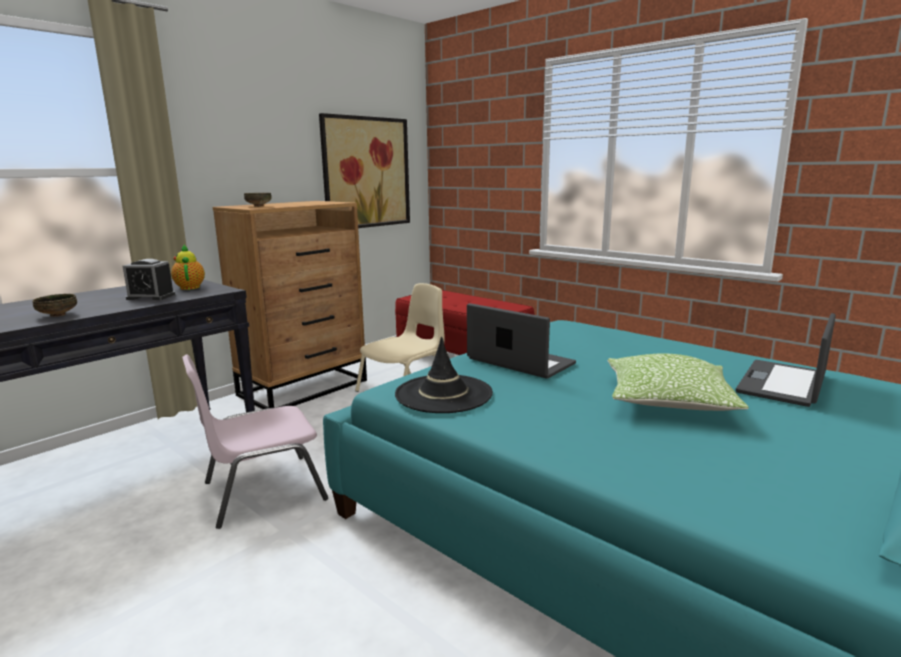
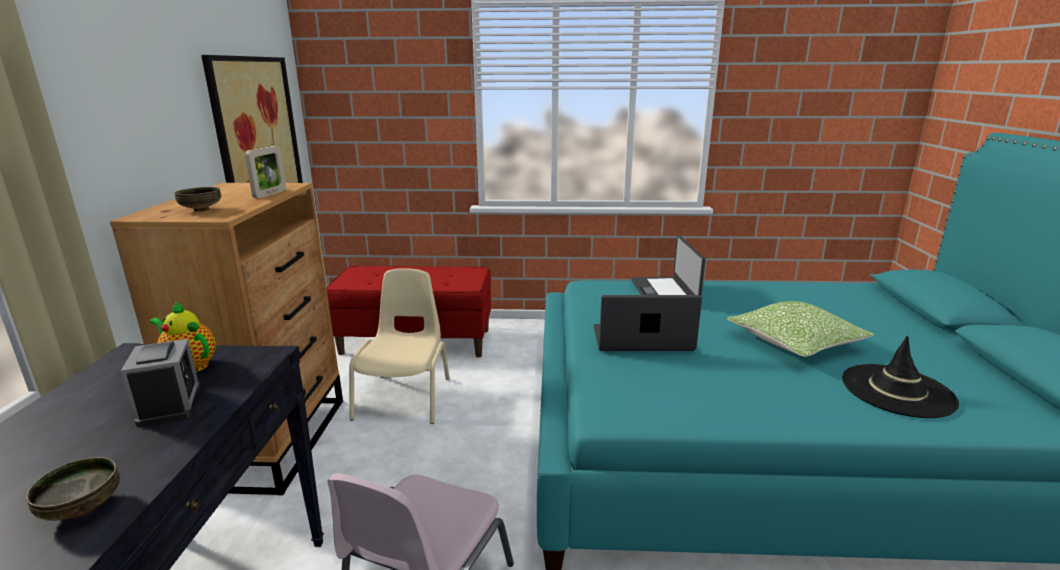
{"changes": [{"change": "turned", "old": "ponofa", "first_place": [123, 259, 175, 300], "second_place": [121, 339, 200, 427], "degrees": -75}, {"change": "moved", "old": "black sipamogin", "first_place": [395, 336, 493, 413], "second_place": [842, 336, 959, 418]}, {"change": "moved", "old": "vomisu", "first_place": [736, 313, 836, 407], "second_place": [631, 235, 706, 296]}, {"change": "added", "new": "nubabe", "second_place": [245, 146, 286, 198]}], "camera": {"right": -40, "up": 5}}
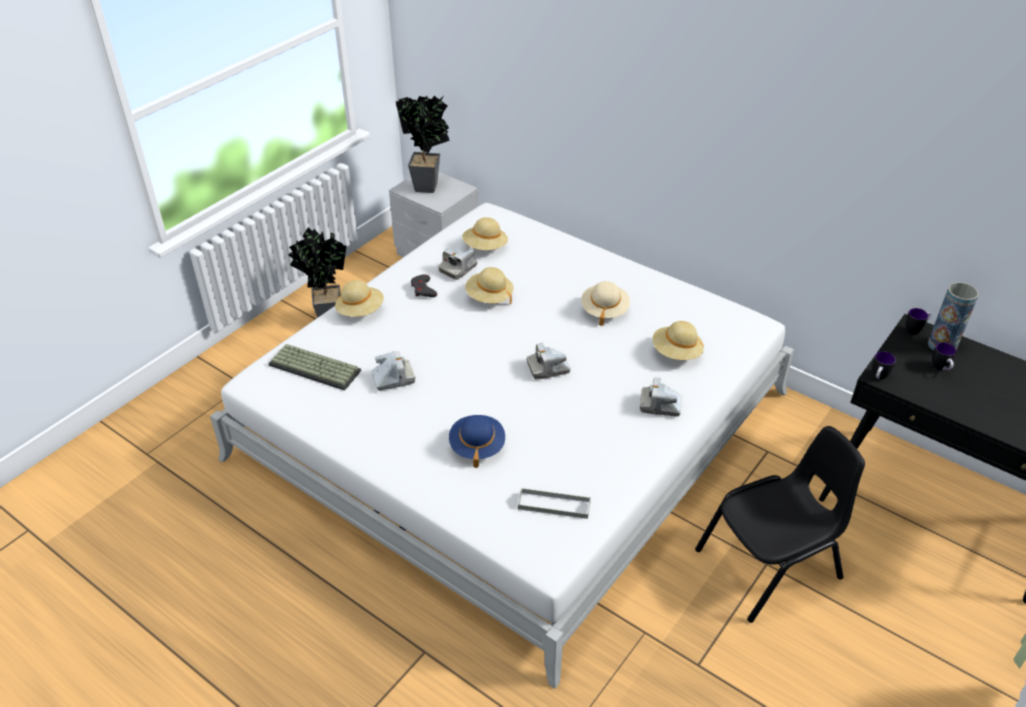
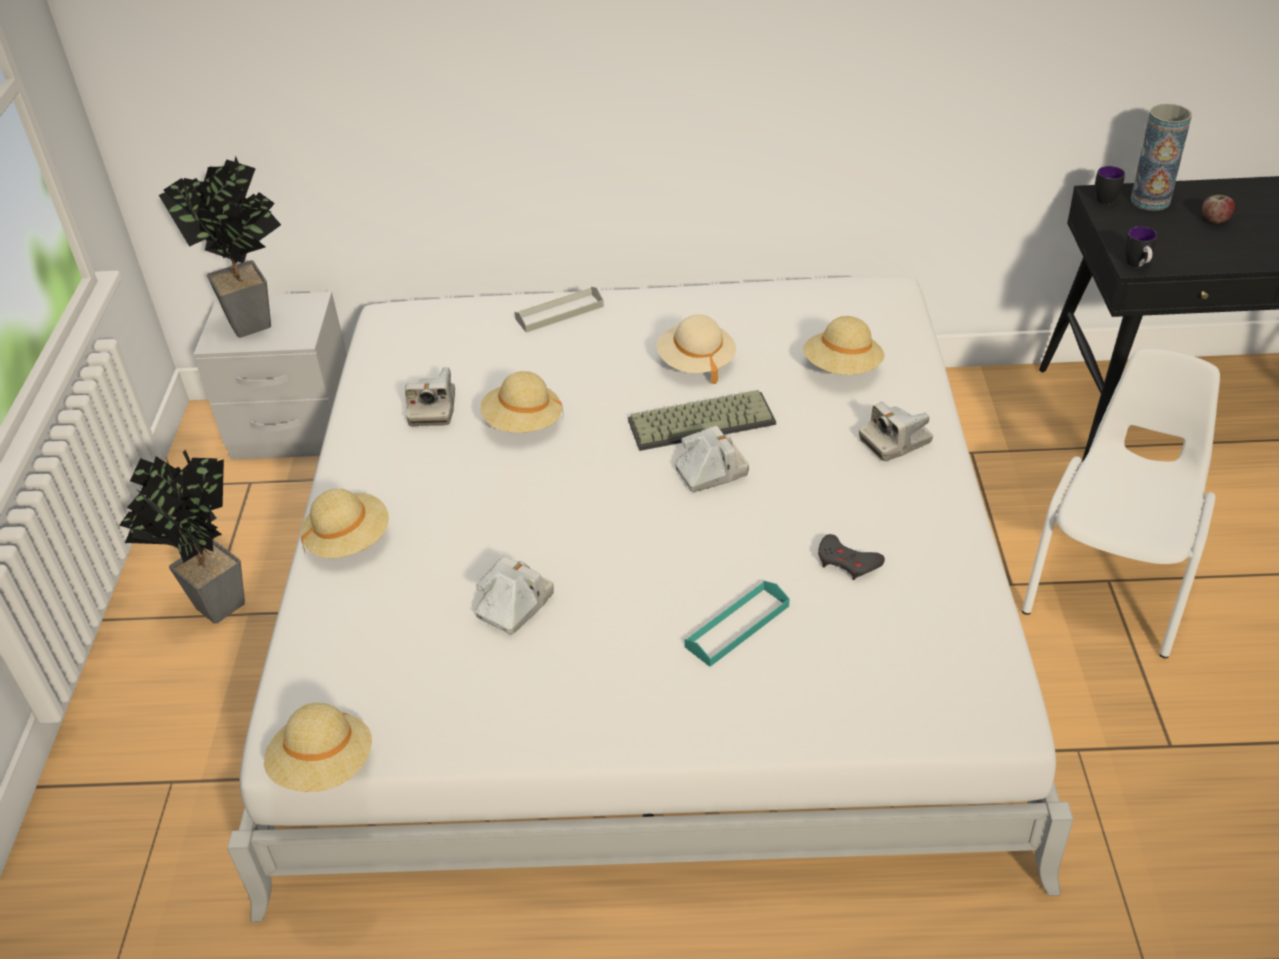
{"changes": [{"change": "moved", "old": "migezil", "first_place": [268, 344, 361, 390], "second_place": [628, 390, 776, 451]}, {"change": "moved", "old": "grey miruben", "first_place": [411, 274, 437, 297], "second_place": [818, 534, 885, 580]}, {"change": "replaced", "old": "blue sipamogin", "new": "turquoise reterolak", "first_place": [449, 415, 505, 468], "second_place": [685, 581, 789, 667]}, {"change": "moved", "old": "beige sipamogin", "first_place": [462, 217, 508, 250], "second_place": [264, 703, 372, 792]}, {"change": "moved", "old": "grey reterolak", "first_place": [518, 488, 591, 519], "second_place": [515, 287, 604, 333]}, {"change": "turned", "old": "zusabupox", "first_place": [527, 343, 571, 379], "second_place": [675, 426, 749, 492], "degrees": -150}, {"change": "recoloured", "old": "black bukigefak", "new": "white bukigefak", "first_place": [695, 426, 865, 623], "second_place": [1022, 348, 1220, 658]}, {"change": "removed", "old": "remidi", "first_place": [932, 343, 956, 371]}, {"change": "added", "new": "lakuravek", "second_place": [1202, 195, 1235, 224]}], "camera": {"right": -35, "up": 0}}
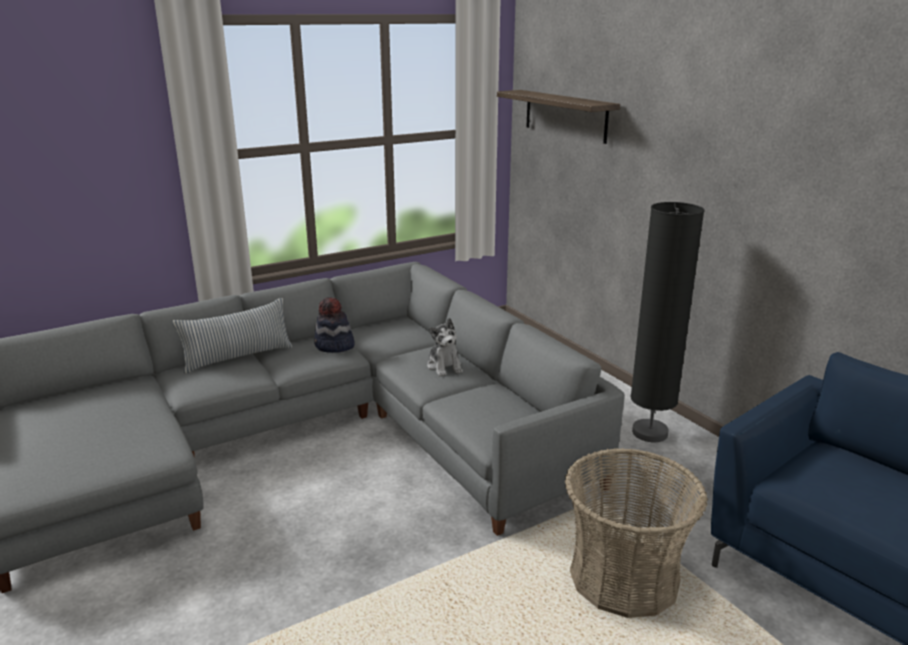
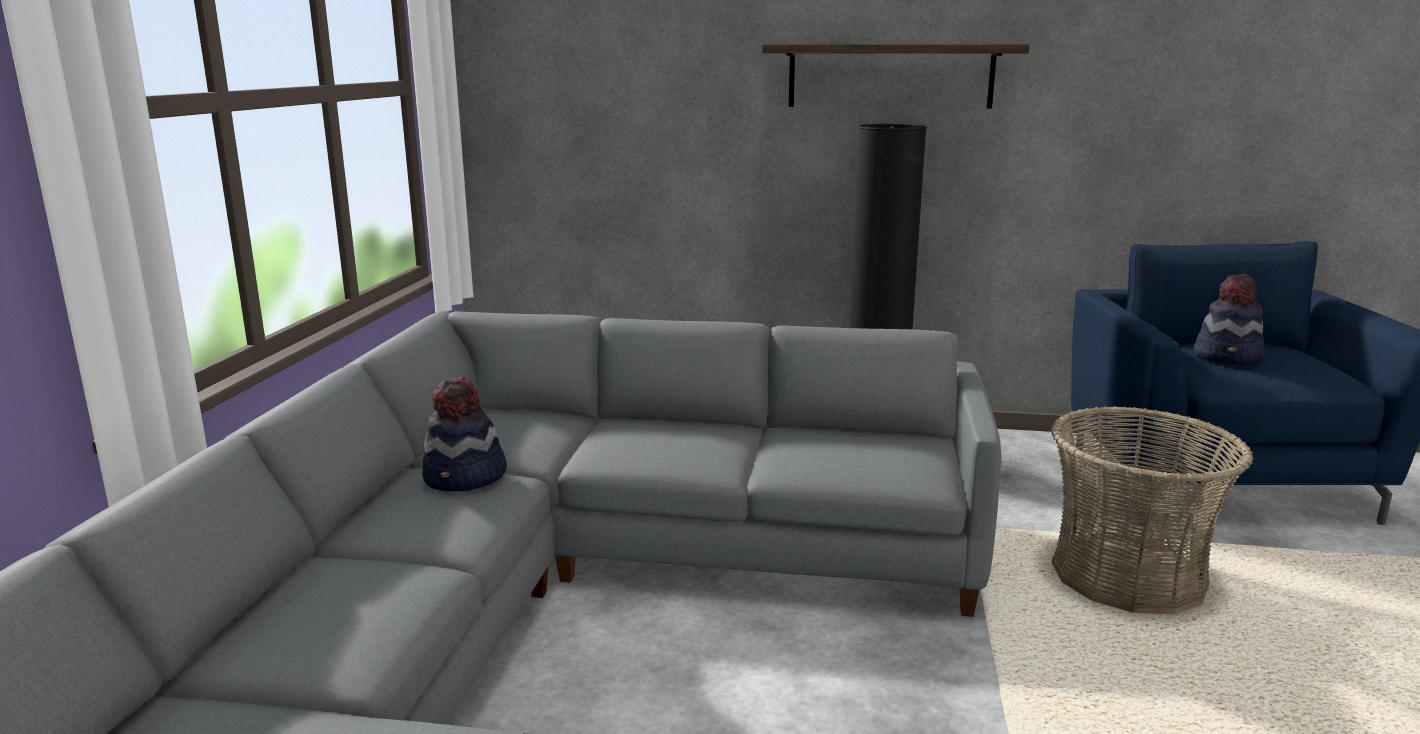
{"changes": [{"change": "removed", "old": "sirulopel", "first_place": [172, 298, 292, 374]}, {"change": "removed", "old": "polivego", "first_place": [427, 318, 463, 376]}, {"change": "moved", "old": "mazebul", "first_place": [497, 90, 620, 144], "second_place": [762, 44, 1030, 109]}, {"change": "added", "new": "sipamogin", "second_place": [1194, 274, 1265, 364]}], "camera": {"right": -50, "up": -5}}
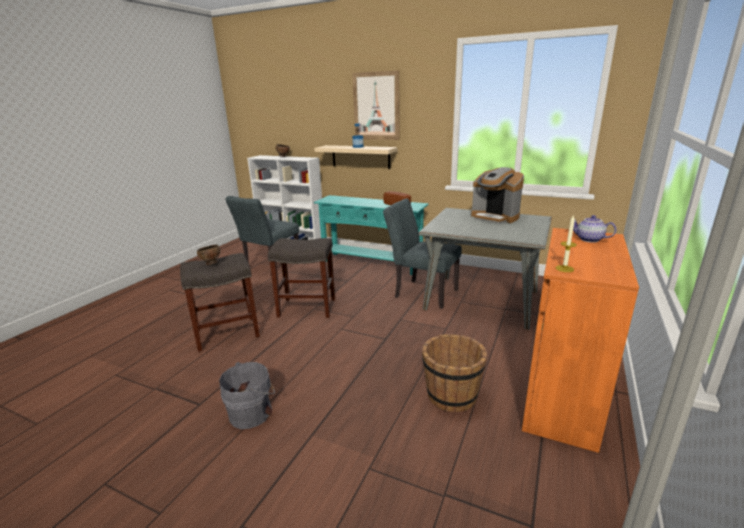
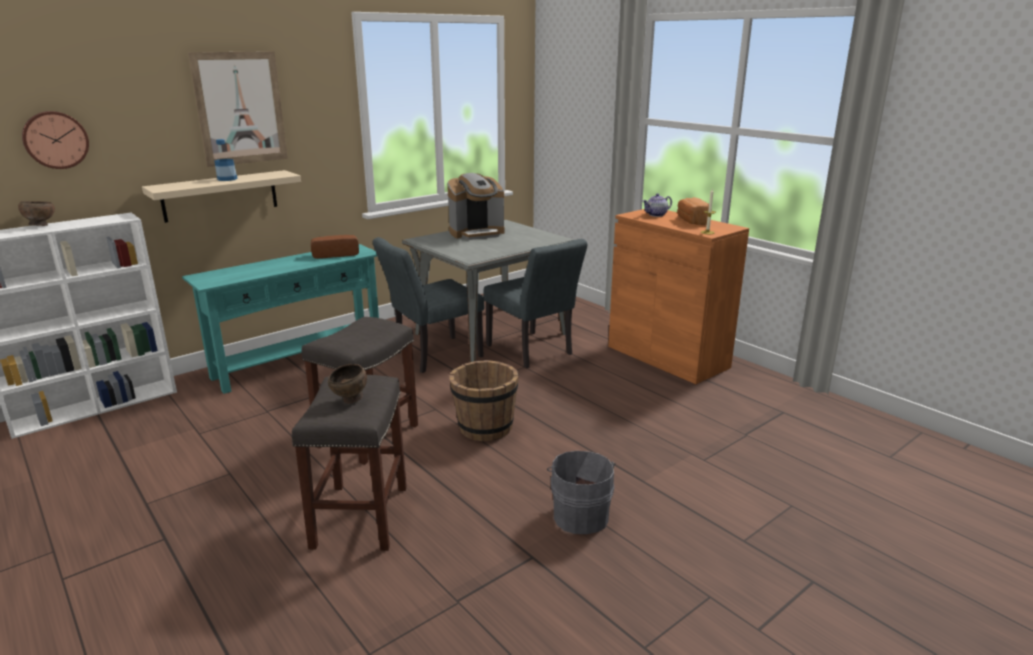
{"changes": [{"change": "moved", "old": "grey bukigefak", "first_place": [226, 196, 299, 276], "second_place": [484, 239, 587, 368]}, {"change": "moved", "old": "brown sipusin", "first_place": [422, 334, 487, 412], "second_place": [449, 360, 519, 441]}, {"change": "added", "new": "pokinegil", "second_place": [22, 111, 89, 169]}, {"change": "added", "new": "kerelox", "second_place": [677, 197, 709, 225]}], "camera": {"right": -65, "up": 0}}
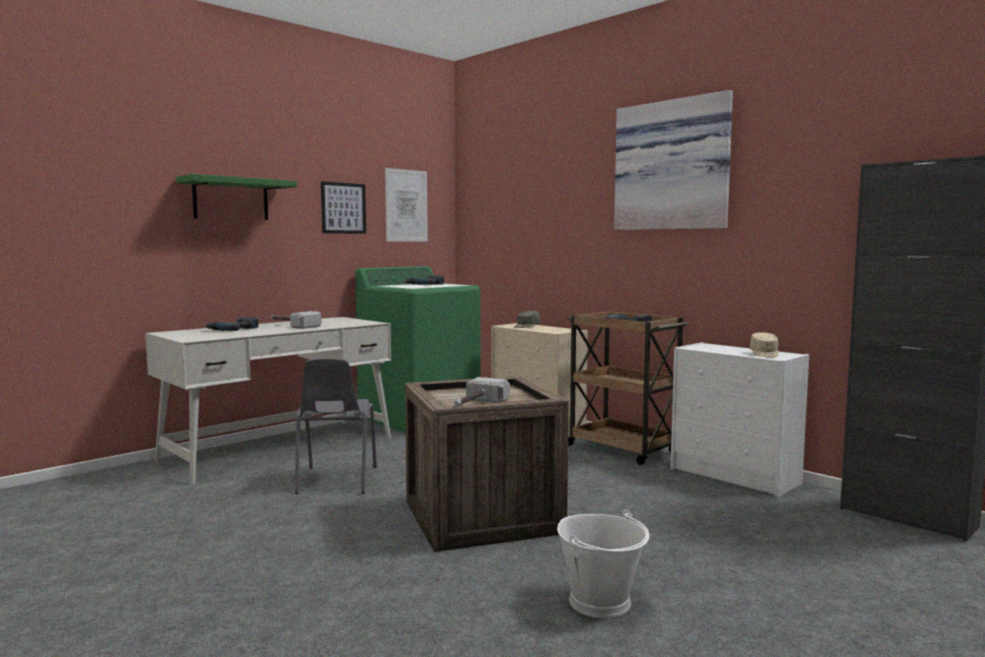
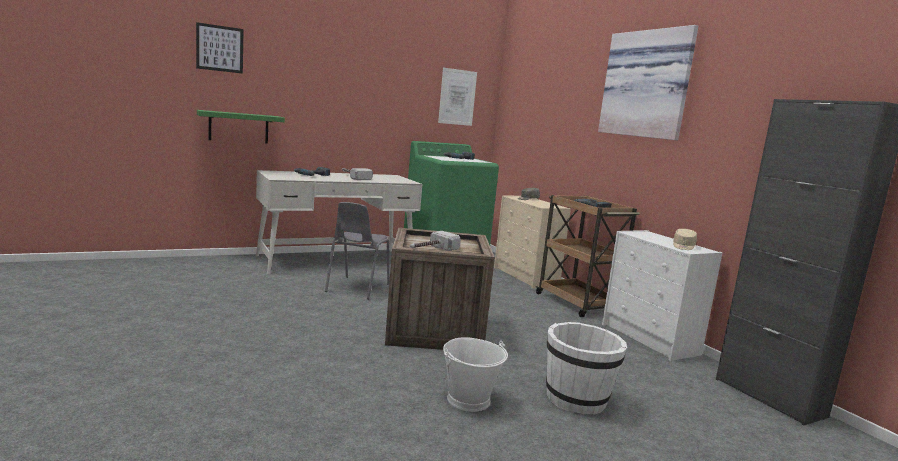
{"changes": [{"change": "moved", "old": "green mazebul", "first_place": [176, 174, 297, 220], "second_place": [197, 110, 285, 144]}, {"change": "moved", "old": "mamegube", "first_place": [321, 181, 366, 234], "second_place": [196, 22, 244, 74]}, {"change": "added", "new": "white sipusin", "second_place": [546, 322, 627, 415]}], "camera": {"right": 15, "up": 5}}
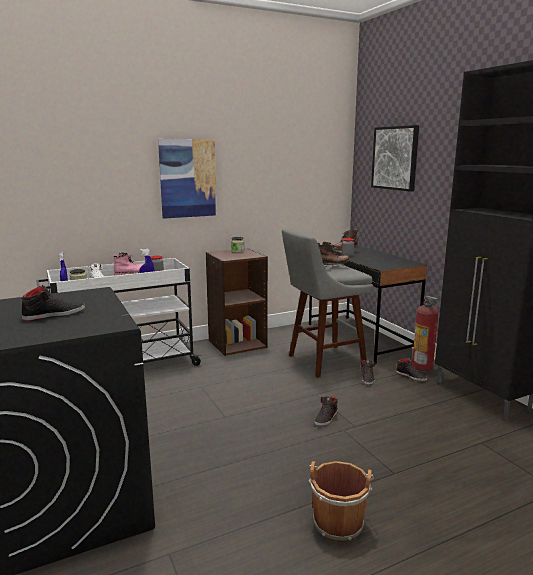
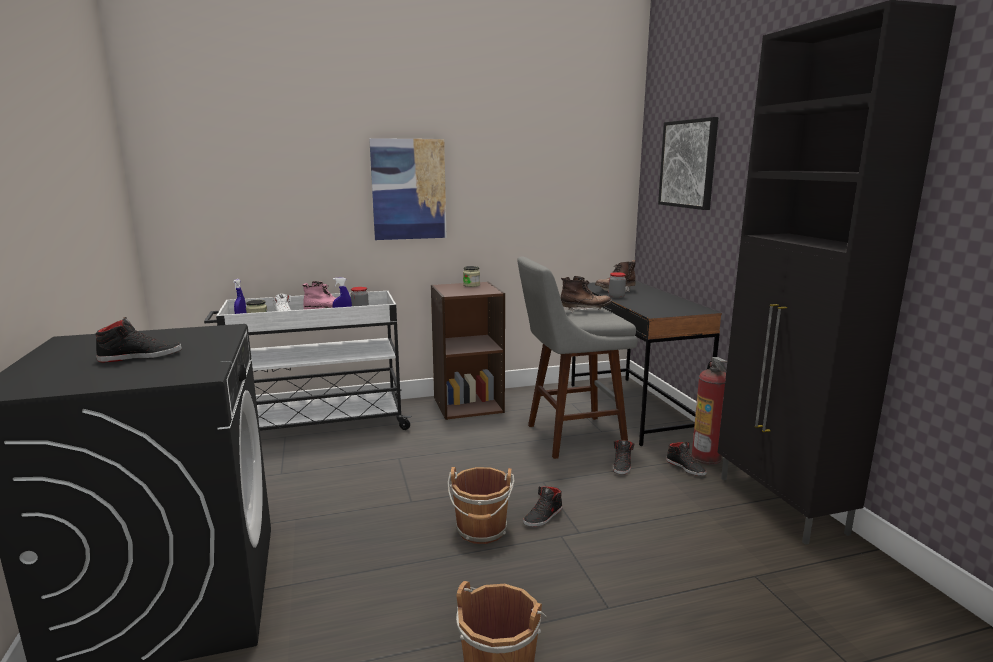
{"changes": [{"change": "added", "new": "brown sipusin", "second_place": [447, 467, 514, 544]}], "camera": {"right": 10, "up": 0}}
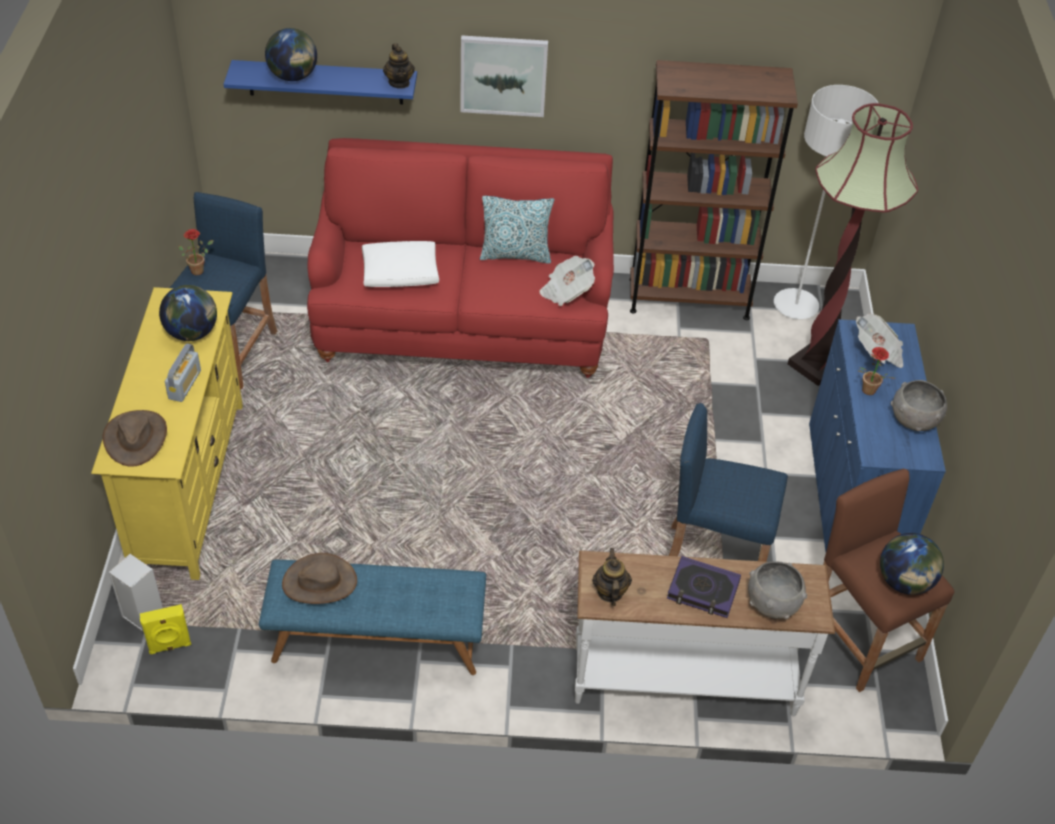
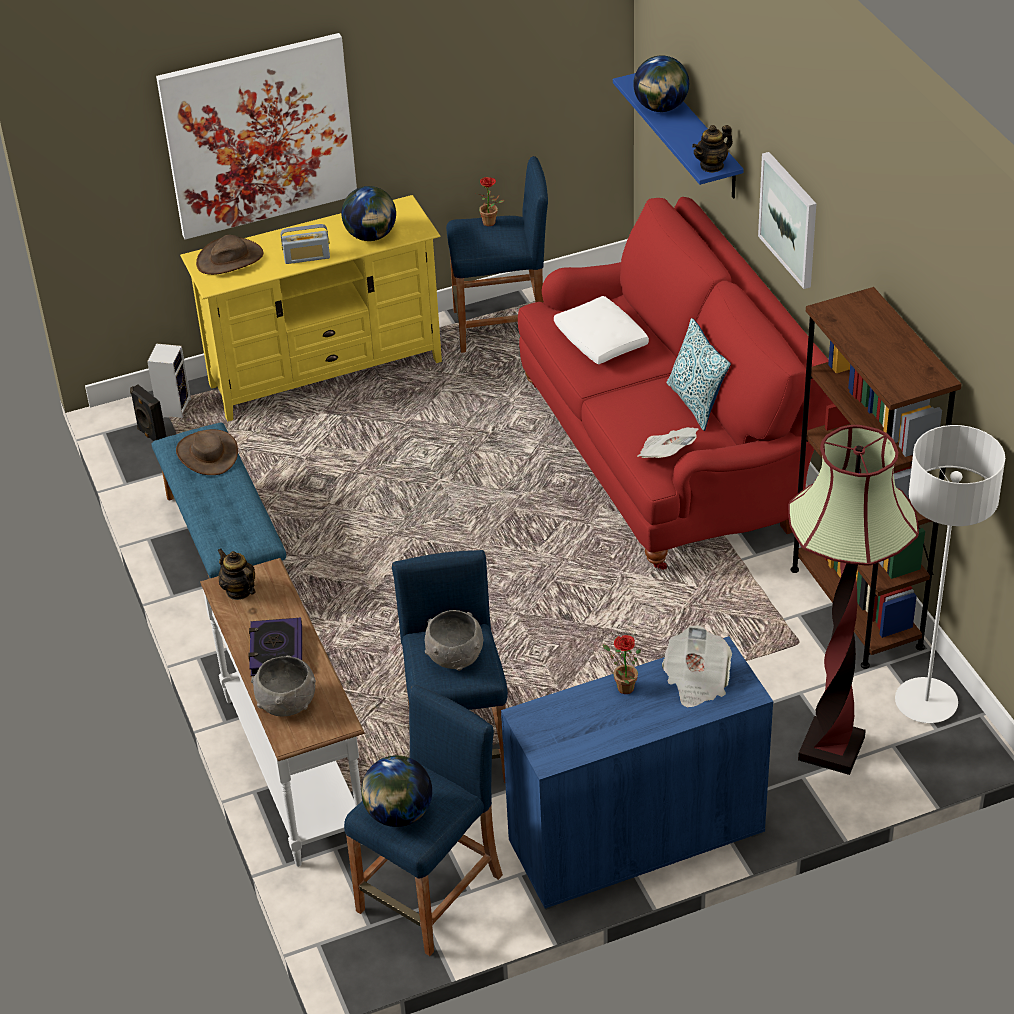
{"changes": [{"change": "recoloured", "old": "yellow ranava", "new": "black ranava", "first_place": [140, 604, 191, 654], "second_place": [130, 384, 166, 441]}, {"change": "turned", "old": "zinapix", "first_place": [592, 548, 632, 606], "second_place": [217, 548, 256, 600], "degrees": -105}, {"change": "recoloured", "old": "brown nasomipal", "new": "blue nasomipal", "first_place": [823, 468, 955, 692], "second_place": [344, 685, 503, 956]}, {"change": "moved", "old": "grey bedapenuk", "first_place": [891, 380, 947, 431], "second_place": [425, 610, 483, 671]}, {"change": "added", "new": "mamegube", "second_place": [156, 33, 357, 240]}], "camera": {"right": 70, "up": -5}}
